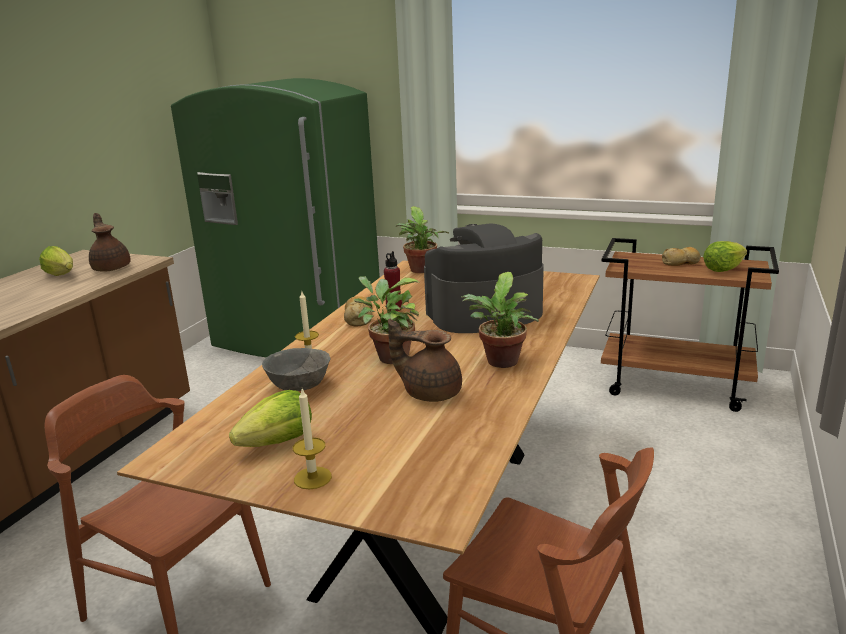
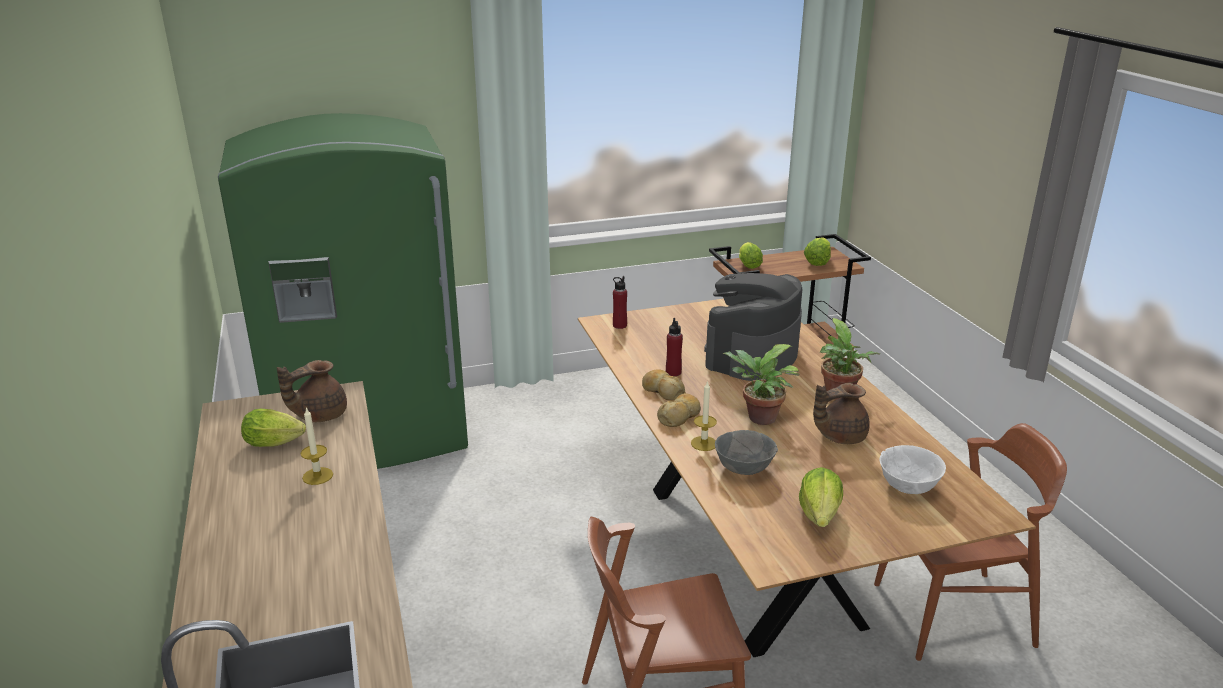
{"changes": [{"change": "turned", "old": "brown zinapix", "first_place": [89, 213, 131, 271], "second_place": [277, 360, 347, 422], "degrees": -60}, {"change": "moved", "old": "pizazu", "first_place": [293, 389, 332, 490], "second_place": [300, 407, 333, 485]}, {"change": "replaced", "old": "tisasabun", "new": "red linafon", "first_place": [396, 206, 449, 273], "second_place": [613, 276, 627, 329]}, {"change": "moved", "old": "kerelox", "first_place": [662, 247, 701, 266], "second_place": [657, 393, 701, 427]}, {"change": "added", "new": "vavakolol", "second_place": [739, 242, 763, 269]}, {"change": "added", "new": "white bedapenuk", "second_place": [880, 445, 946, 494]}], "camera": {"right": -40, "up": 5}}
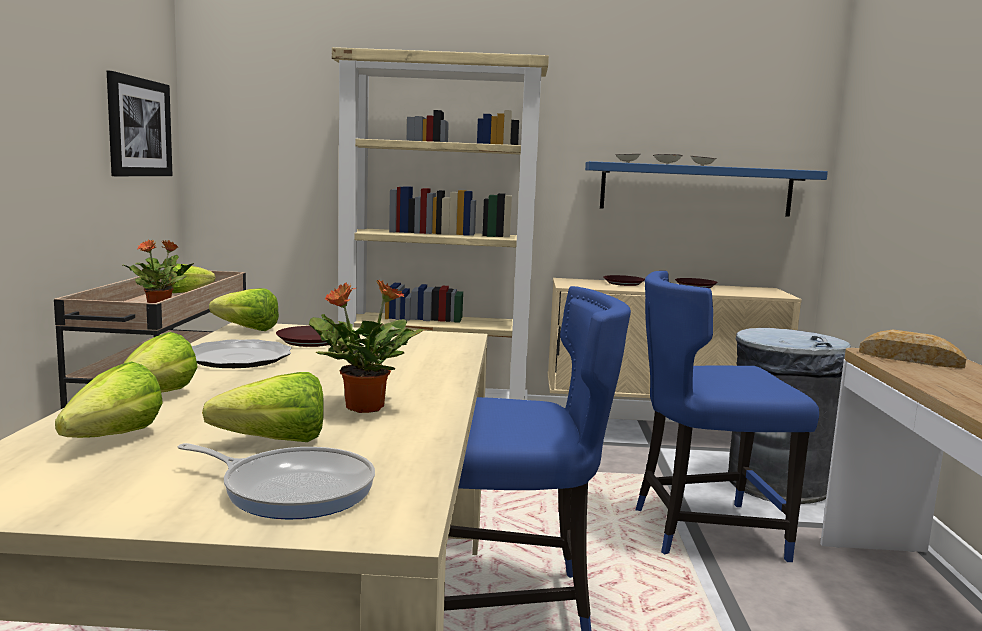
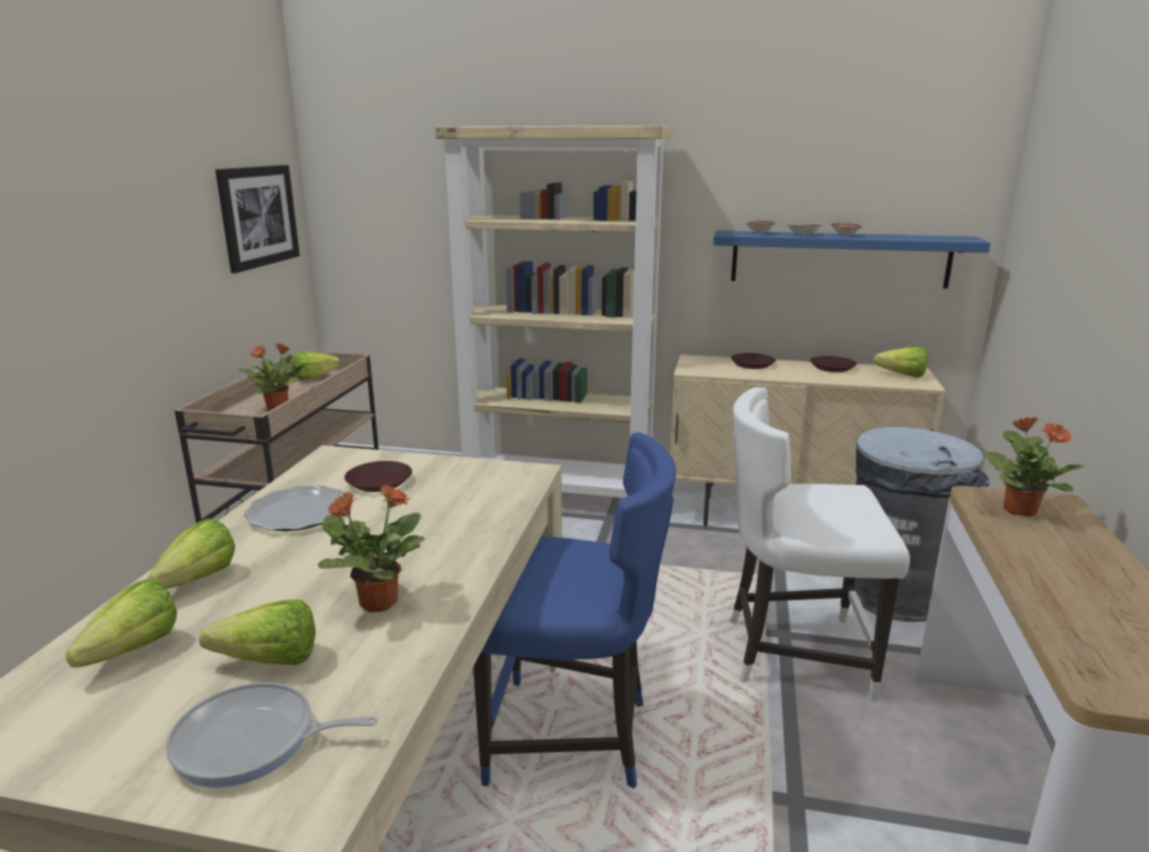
{"changes": [{"change": "turned", "old": "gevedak", "first_place": [177, 443, 375, 520], "second_place": [165, 682, 378, 788], "degrees": 150}, {"change": "moved", "old": "vavakolol", "first_place": [209, 288, 279, 331], "second_place": [873, 347, 928, 378]}, {"change": "recoloured", "old": "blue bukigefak", "new": "white bukigefak", "first_place": [636, 271, 819, 562], "second_place": [730, 387, 910, 701]}, {"change": "replaced", "old": "kerelox", "new": "tisasabun", "first_place": [859, 329, 967, 368], "second_place": [983, 417, 1085, 517]}], "camera": {"right": 10, "up": 10}}
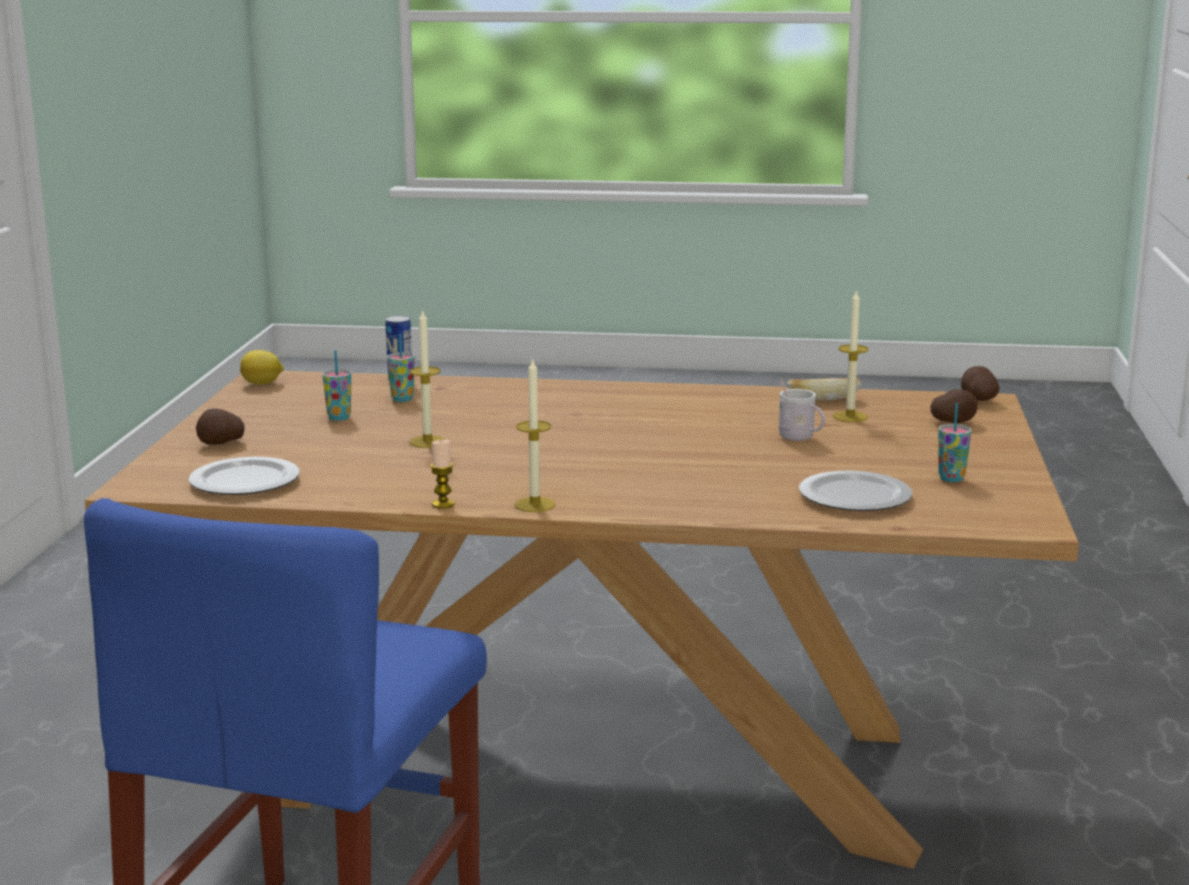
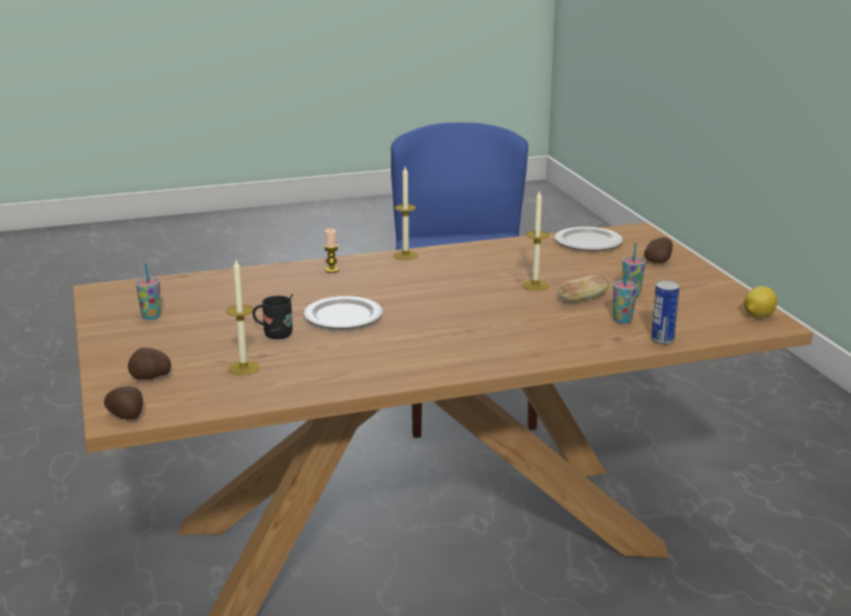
{"changes": [{"change": "moved", "old": "pizazu", "first_place": [430, 440, 455, 509], "second_place": [324, 229, 339, 273]}, {"change": "recoloured", "old": "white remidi", "new": "black remidi", "first_place": [779, 378, 825, 441], "second_place": [253, 294, 293, 339]}, {"change": "moved", "old": "kerelox", "first_place": [787, 378, 861, 401], "second_place": [558, 274, 610, 303]}, {"change": "moved", "old": "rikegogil", "first_place": [799, 470, 912, 511], "second_place": [304, 296, 383, 329]}], "camera": {"right": 155, "up": 5}}
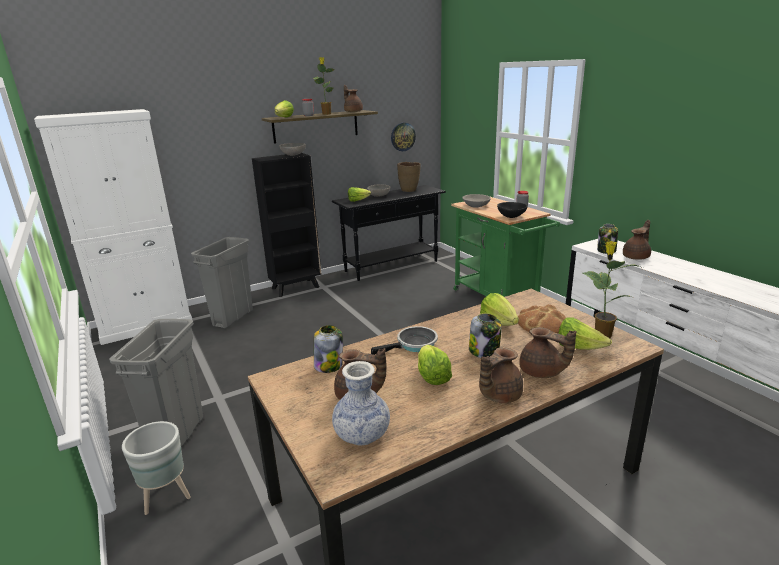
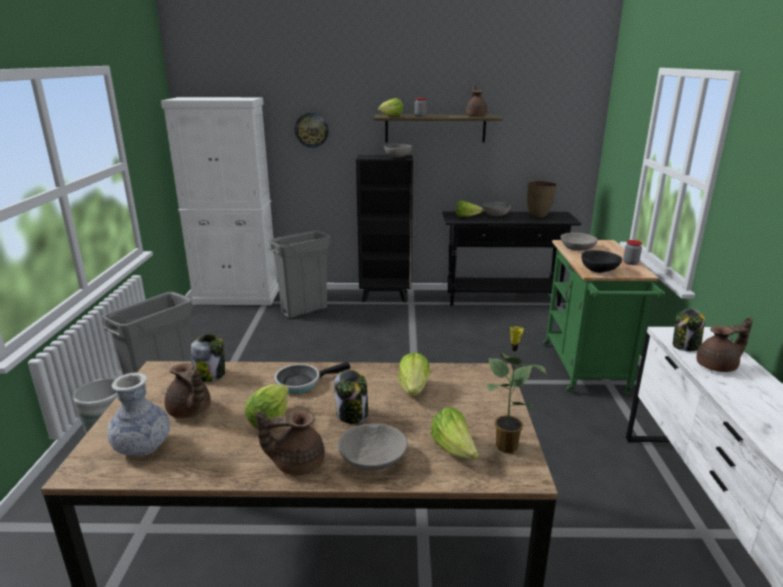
{"changes": [{"change": "removed", "old": "tisasabun", "first_place": [314, 57, 334, 115]}, {"change": "turned", "old": "gevedak", "first_place": [371, 326, 438, 355], "second_place": [274, 362, 350, 394], "degrees": 150}, {"change": "moved", "old": "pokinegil", "first_place": [391, 123, 416, 151], "second_place": [295, 113, 329, 148]}, {"change": "removed", "old": "kerelox", "first_place": [518, 304, 566, 333]}, {"change": "replaced", "old": "brown zinapix", "new": "grey bedapenuk", "first_place": [519, 327, 576, 378], "second_place": [338, 423, 408, 471]}], "camera": {"right": 30, "up": 0}}
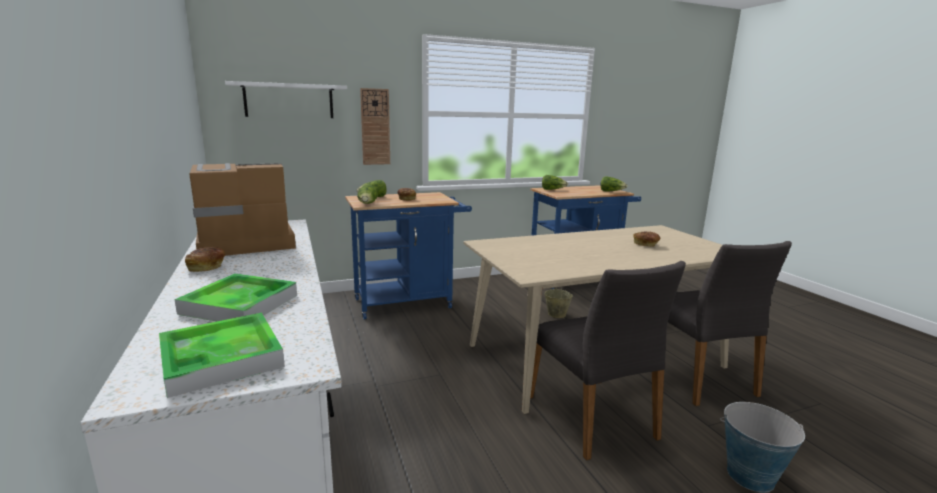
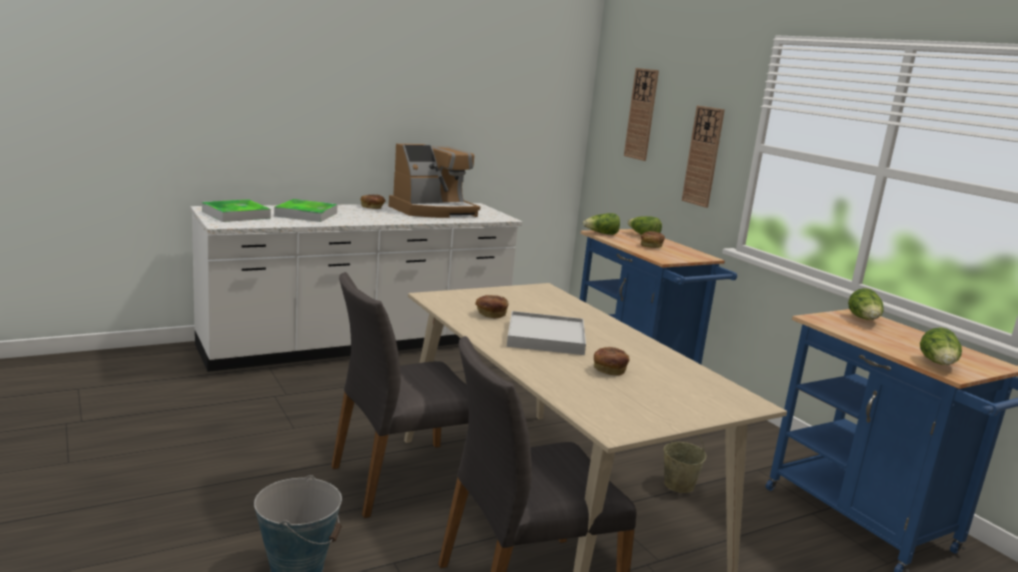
{"changes": [{"change": "turned", "old": "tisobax", "first_place": [189, 163, 296, 256], "second_place": [389, 144, 480, 218], "degrees": 90}, {"change": "replaced", "old": "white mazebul", "new": "pokinegil", "first_place": [225, 81, 347, 118], "second_place": [624, 68, 659, 161]}, {"change": "added", "new": "kerelox", "second_place": [475, 295, 508, 318]}, {"change": "added", "new": "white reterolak", "second_place": [507, 311, 586, 355]}], "camera": {"right": 80, "up": 0}}
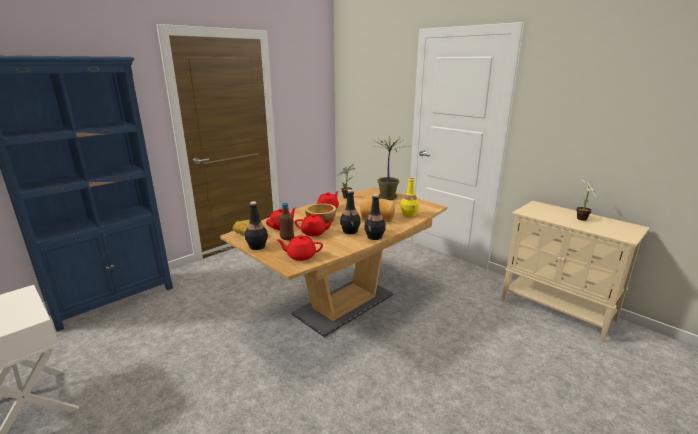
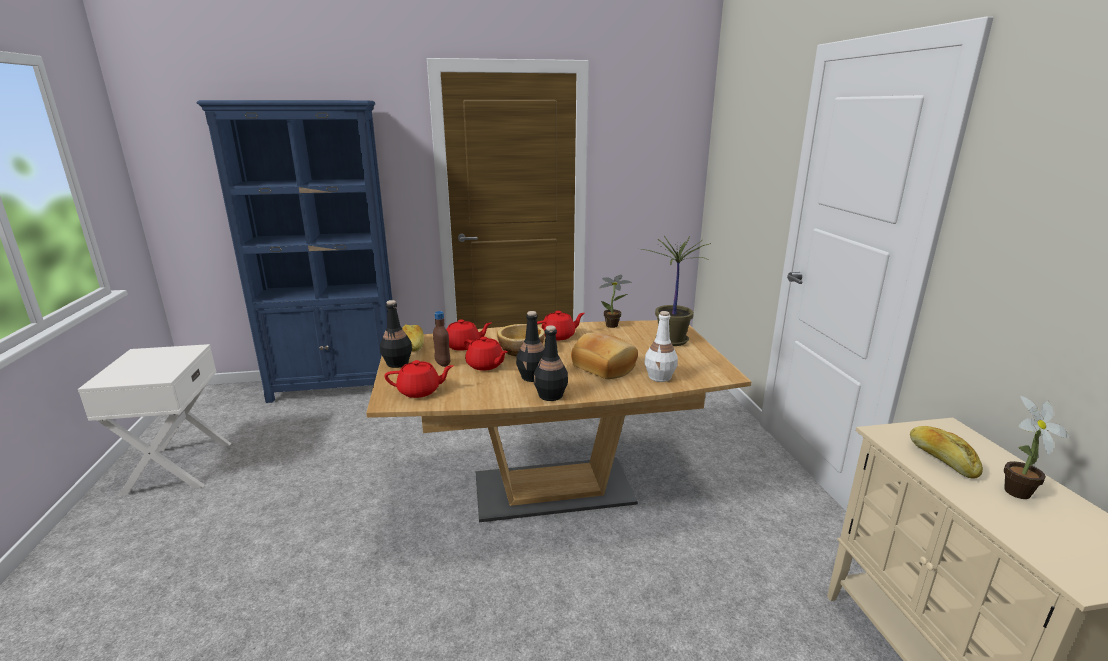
{"changes": [{"change": "turned", "old": "red zinapix", "first_place": [277, 235, 323, 261], "second_place": [385, 360, 454, 398], "degrees": 135}, {"change": "recoloured", "old": "yellow linafon", "new": "white linafon", "first_place": [401, 177, 419, 217], "second_place": [645, 311, 678, 382]}, {"change": "added", "new": "kerelox", "second_place": [910, 426, 983, 479]}], "camera": {"right": 35, "up": 0}}
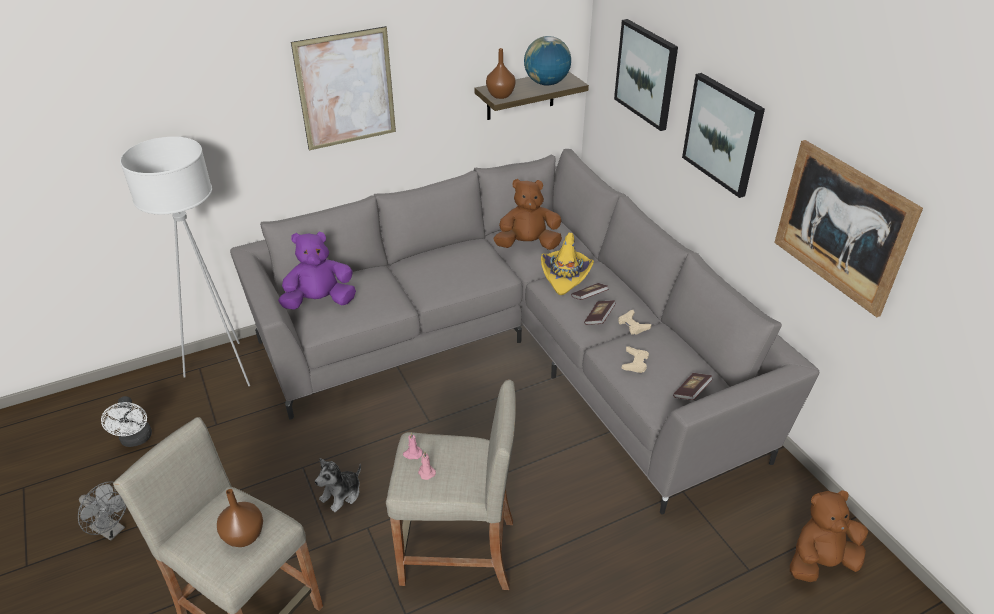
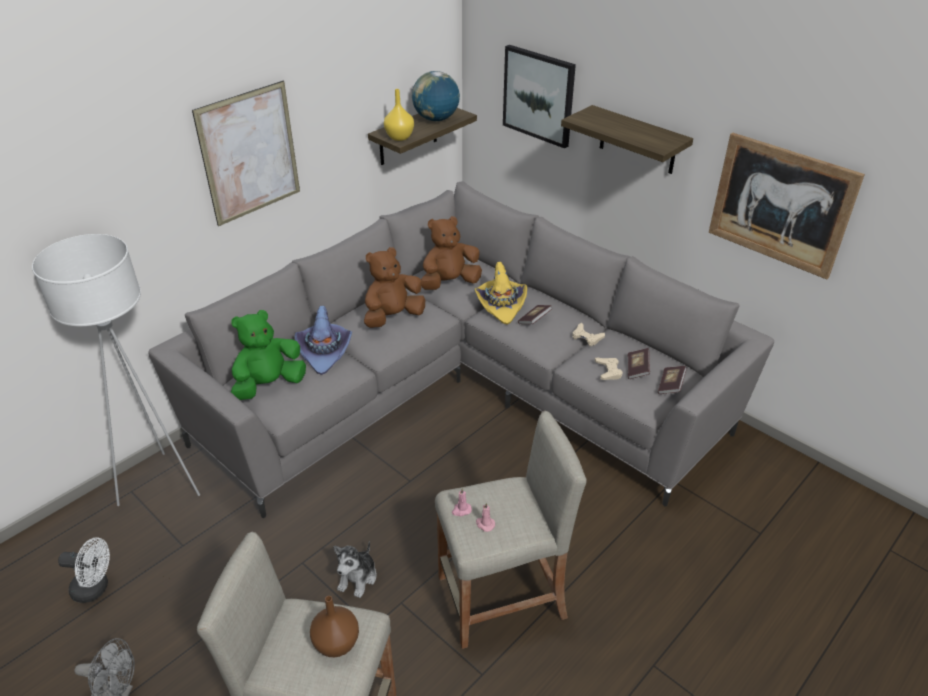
{"changes": [{"change": "turned", "old": "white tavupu", "first_place": [101, 396, 152, 447], "second_place": [58, 537, 110, 603], "degrees": -45}, {"change": "recoloured", "old": "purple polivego", "new": "green polivego", "first_place": [278, 232, 356, 310], "second_place": [231, 310, 306, 400]}, {"change": "recoloured", "old": "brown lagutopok", "new": "yellow lagutopok", "first_place": [486, 48, 516, 99], "second_place": [384, 89, 414, 141]}, {"change": "moved", "old": "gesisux", "first_place": [584, 300, 616, 325], "second_place": [628, 348, 650, 379]}, {"change": "replaced", "old": "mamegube", "new": "mazebul", "first_place": [682, 73, 765, 198], "second_place": [561, 105, 693, 174]}, {"change": "moved", "old": "brown polivego", "first_place": [790, 490, 868, 582], "second_place": [364, 247, 425, 328]}, {"change": "added", "new": "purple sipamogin", "second_place": [295, 306, 352, 375]}], "camera": {"right": -20, "up": 0}}
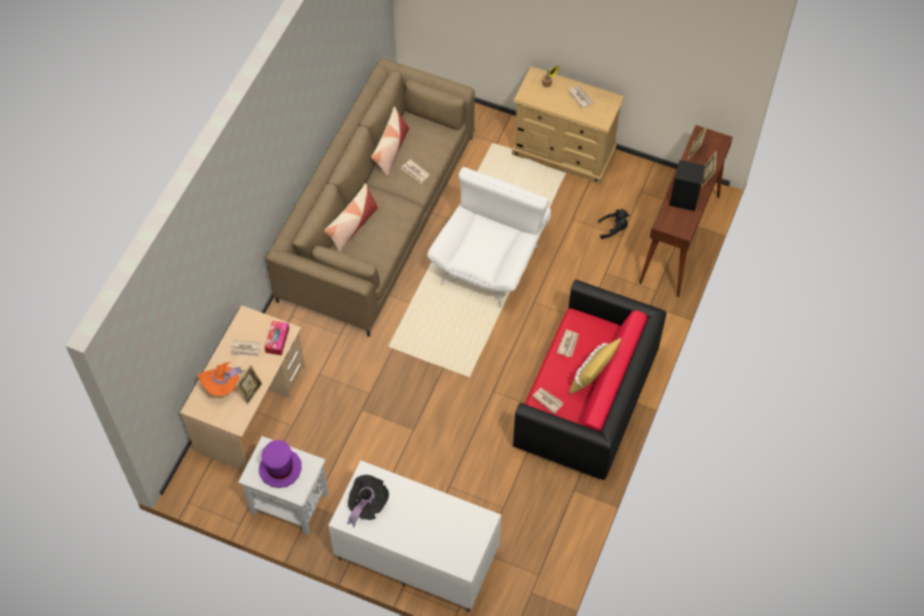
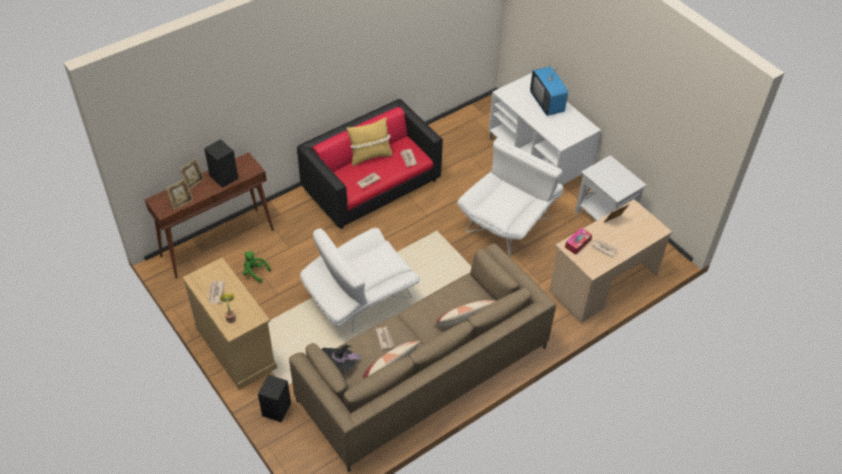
{"changes": [{"change": "removed", "old": "orange sipamogin", "first_place": [198, 362, 243, 396]}, {"change": "removed", "old": "purple sipamogin", "first_place": [259, 440, 302, 488]}, {"change": "moved", "old": "black sipamogin", "first_place": [347, 475, 389, 528], "second_place": [322, 345, 363, 372]}, {"change": "recoloured", "old": "black polivego", "new": "green polivego", "first_place": [598, 209, 629, 239], "second_place": [243, 251, 271, 283]}, {"change": "added", "new": "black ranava", "second_place": [258, 375, 291, 422]}, {"change": "added", "new": "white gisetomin", "second_place": [457, 138, 563, 257]}, {"change": "added", "new": "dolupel", "second_place": [530, 62, 568, 116]}], "camera": {"right": -150, "up": -10}}
